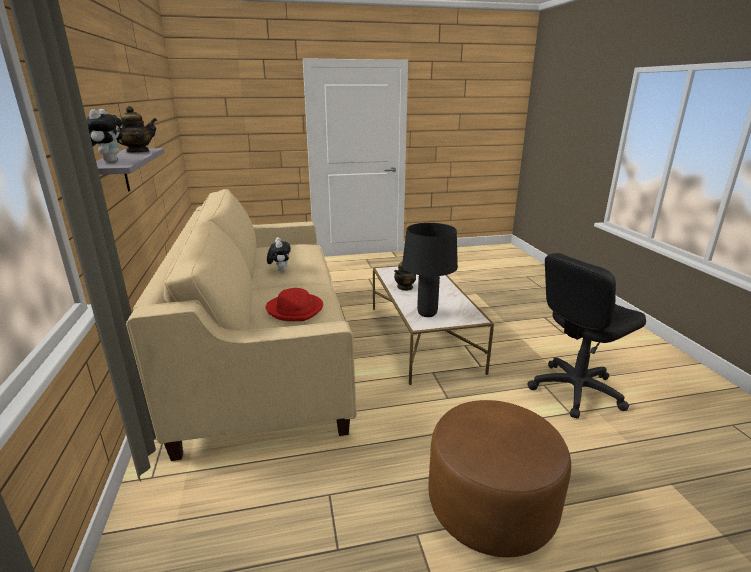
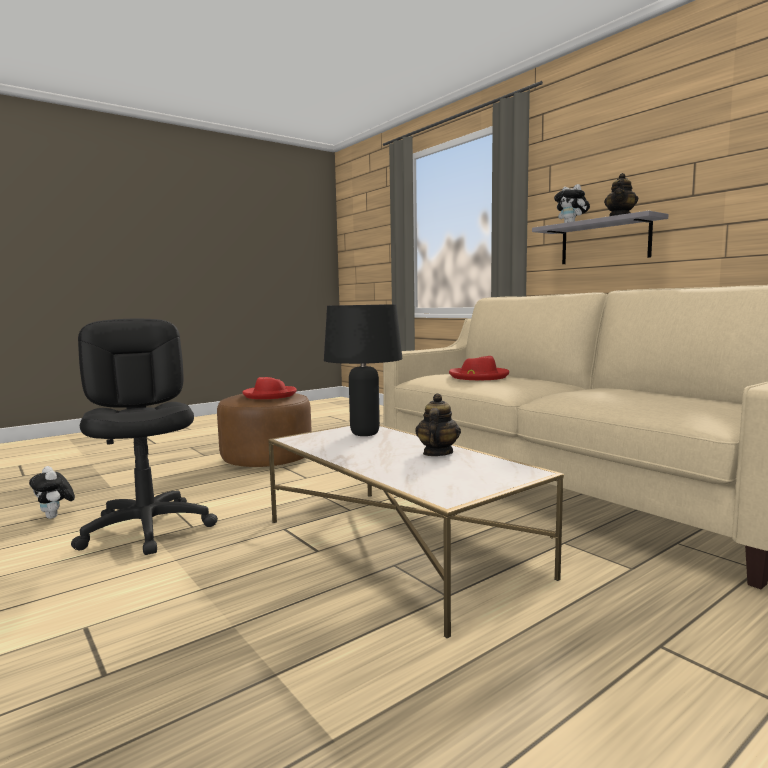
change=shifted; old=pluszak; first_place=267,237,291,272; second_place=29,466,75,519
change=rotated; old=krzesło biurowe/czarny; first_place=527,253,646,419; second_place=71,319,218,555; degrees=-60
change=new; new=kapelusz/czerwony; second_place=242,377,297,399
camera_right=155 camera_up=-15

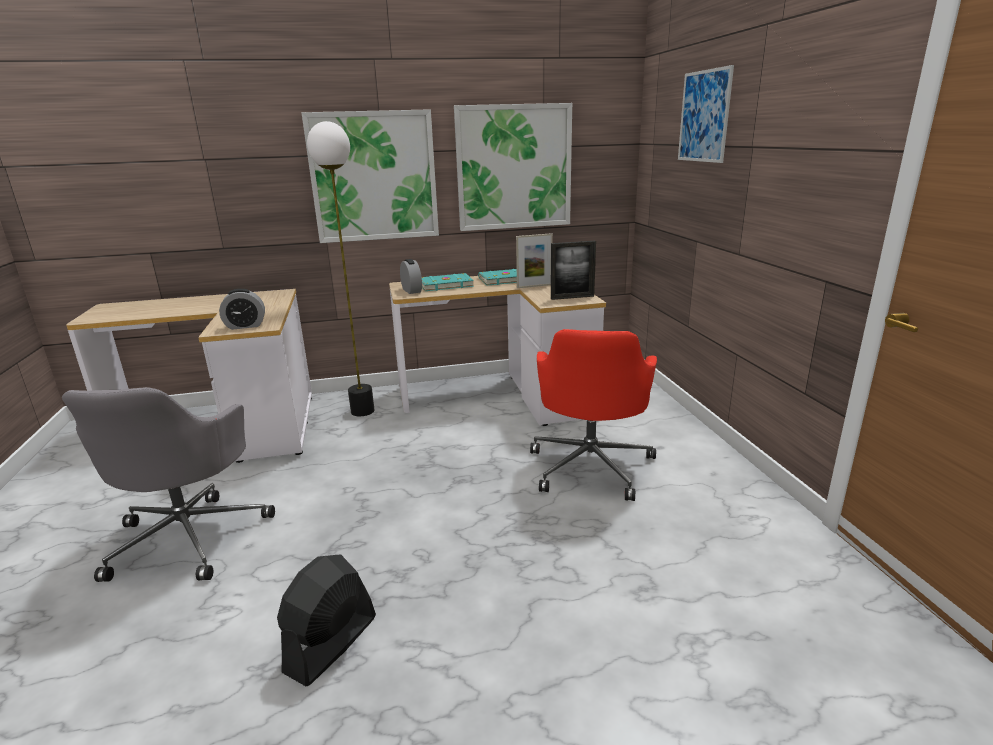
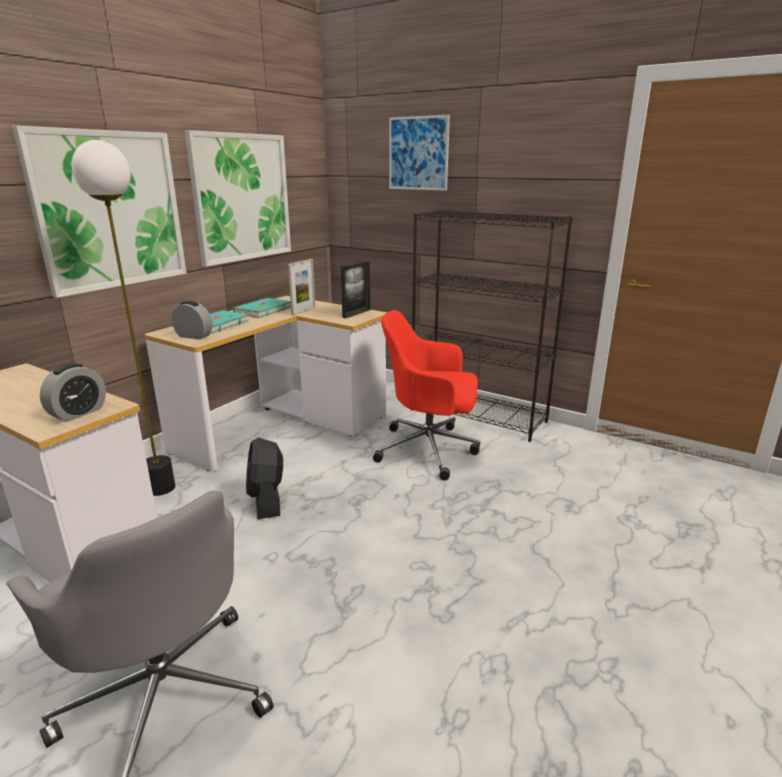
change=shifted; old=wentylator/czarny; first_place=277,554,376,686; second_place=246,438,283,519
change=rotated; old=krzesło biurowe/czerwony; first_place=530,329,657,501; second_place=373,310,480,481; degrees=135
change=new; new=regał/czarny; second_place=412,210,573,442
camera_right=-45 camera_up=0

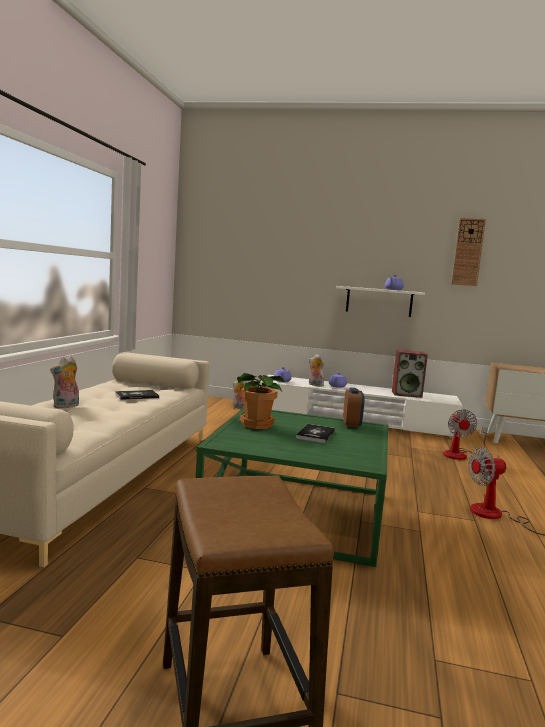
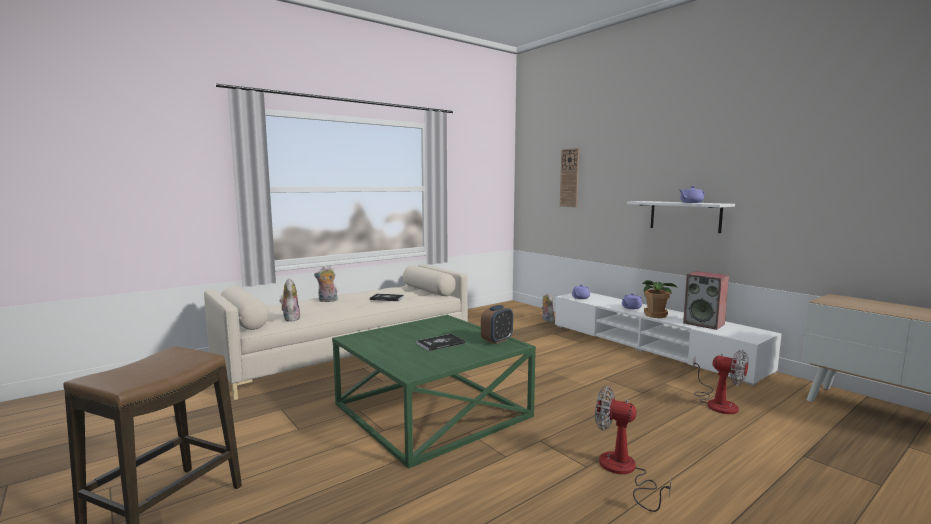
change=shifted; old=pluszak; first_place=308,354,324,387; second_place=279,278,300,321
change=shifted; old=zegar ścienny; first_place=451,218,486,286; second_place=560,148,579,207
change=shifted; old=roślina doniczkowa; first_place=237,373,285,429; second_place=643,280,678,318
change=rotated; old=wentylator; first_place=443,409,488,460; second_place=693,350,749,414; degrees=-90
camera_right=40 camera_up=0

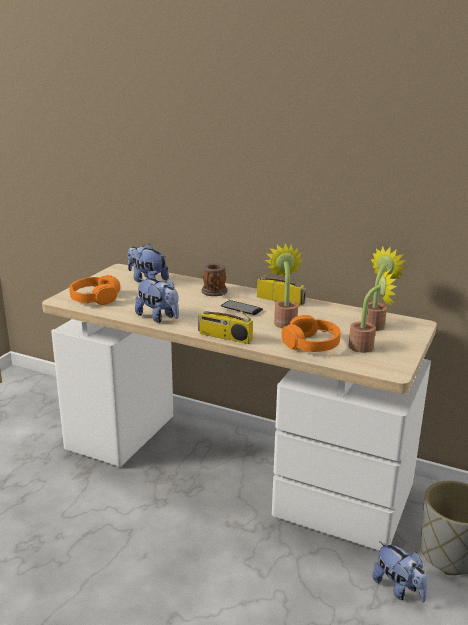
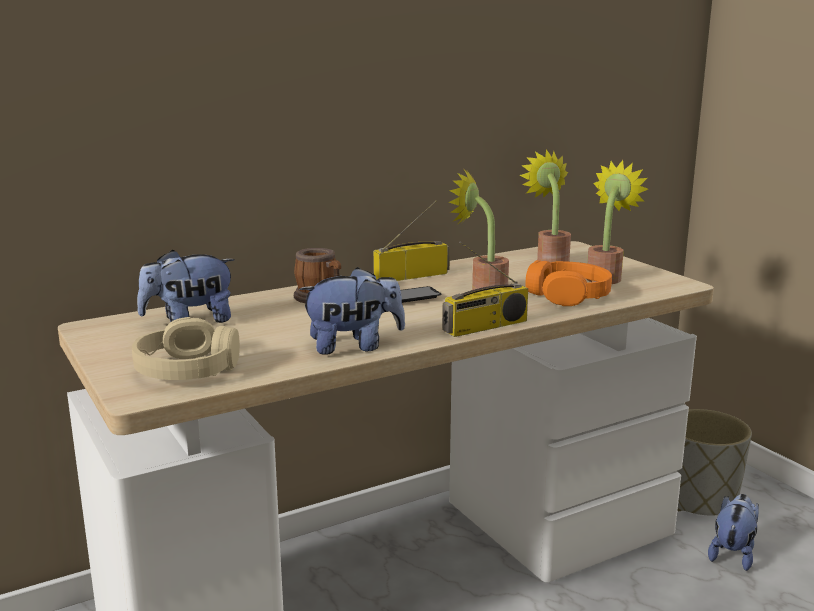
change=repainted; old=słuchawki/pomarańczowy; new=słuchawki/beżowy; first_place=69,275,120,305; second_place=132,317,240,380
change=rotated; old=pluszak; first_place=372,541,428,602; second_place=708,494,759,571; degrees=-60
camera_right=-55 camera_up=-5

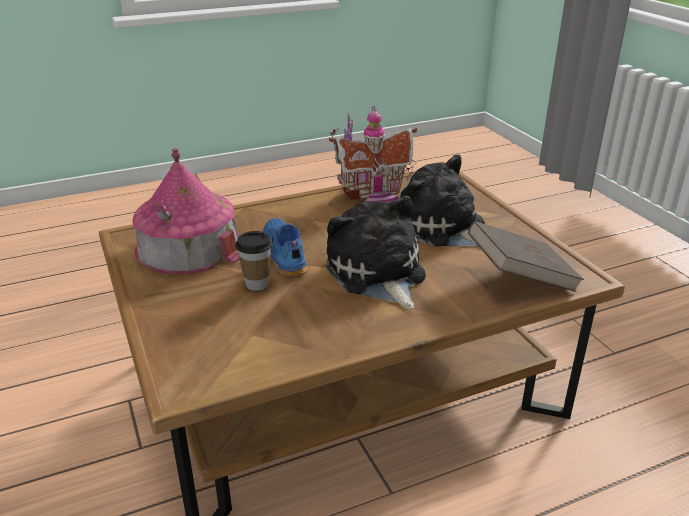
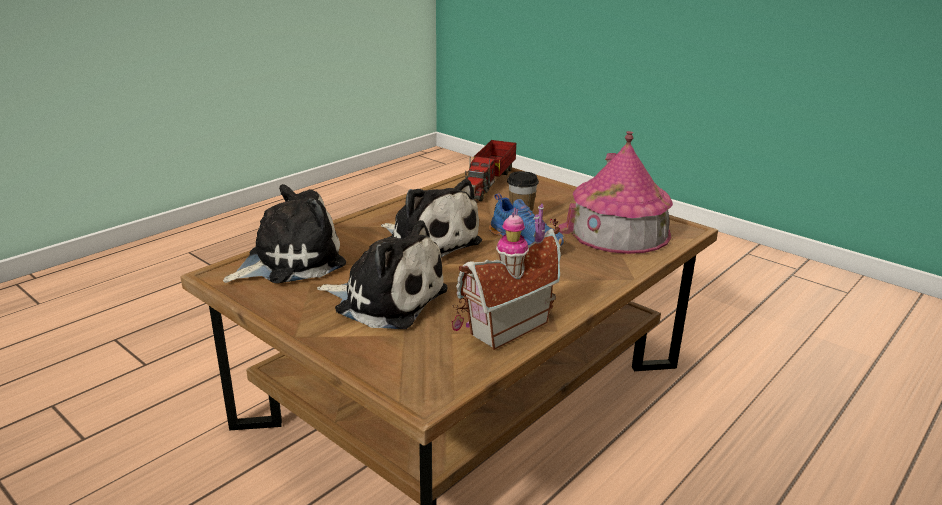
change=swapped; old=książka/brązowy; new=pluszak; first_place=468,221,584,292; second_place=223,184,346,283
change=new; new=ciężarówka zabawkowa; second_place=465,140,516,201
camera_right=155 camera_up=-5

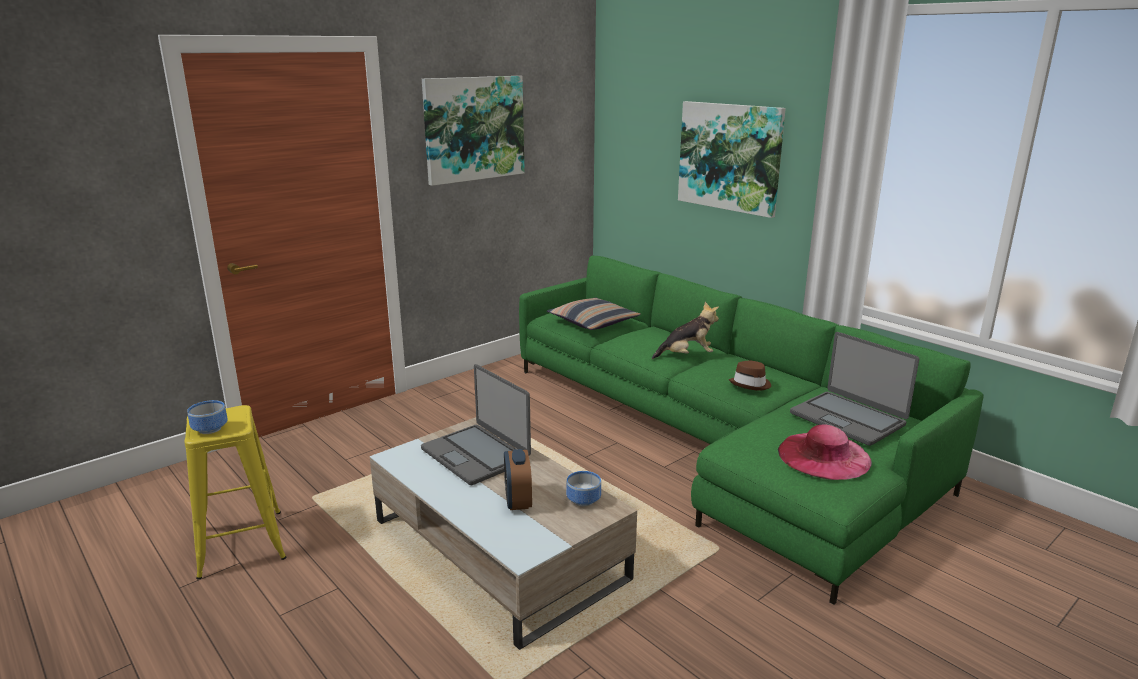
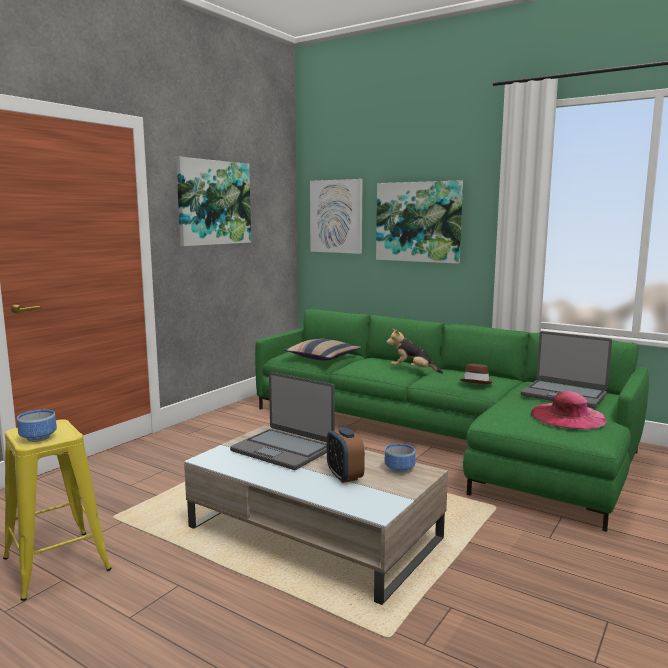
change=new; new=obraz; second_place=310,179,363,254
change=rotated; old=pluszak; first_place=652,302,719,359; second_place=387,328,443,374; degrees=-135
camera_right=-15 camera_up=-10

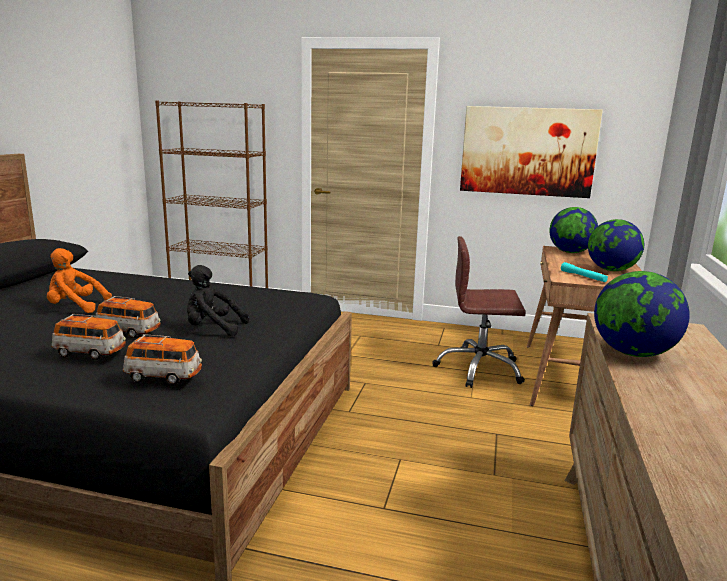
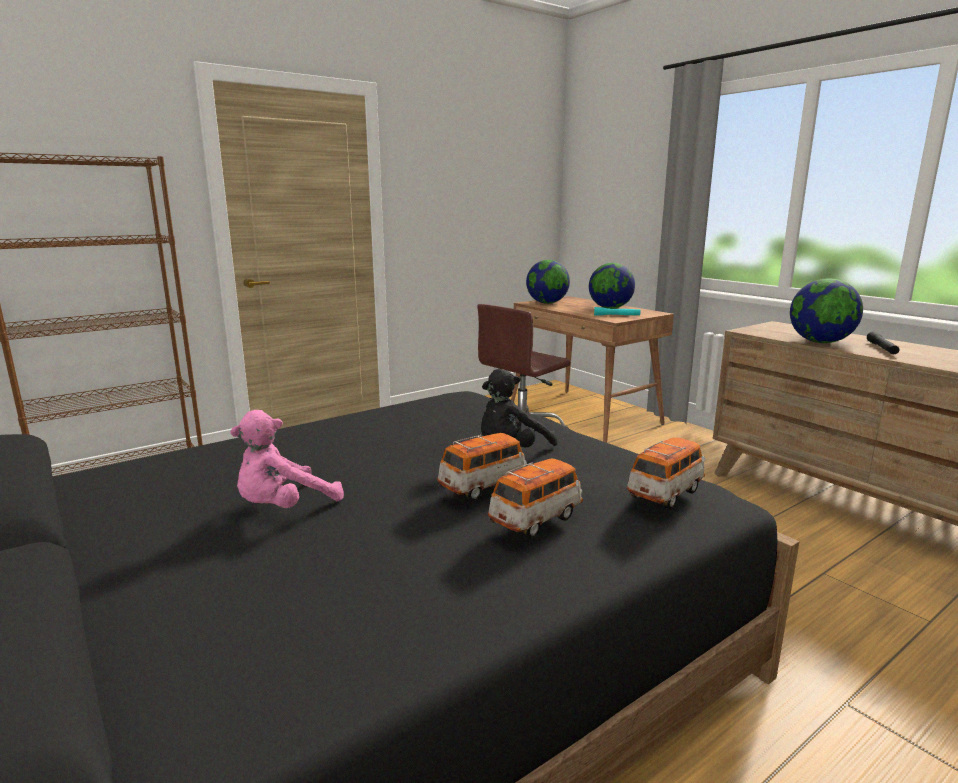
change=repainted; old=pluszak/pomarańczowy; new=pluszak/różowy; first_place=47,248,112,313; second_place=230,410,344,508
change=new; new=latarka/czarny; second_place=867,331,900,354
change=gone; old=obraz; first_place=460,106,603,198
camera_right=-50 camera_up=0

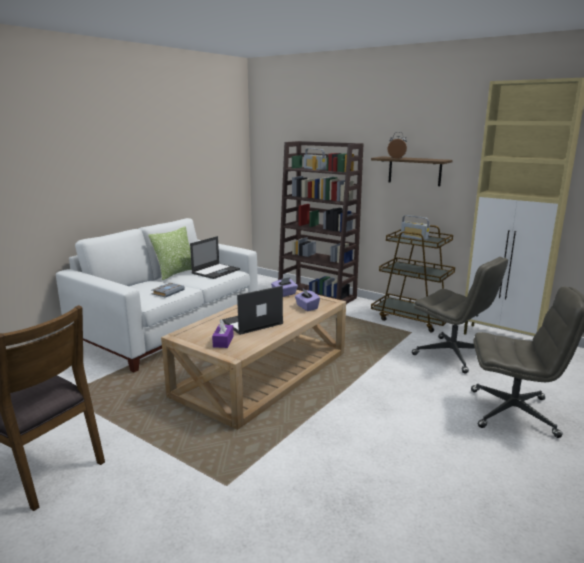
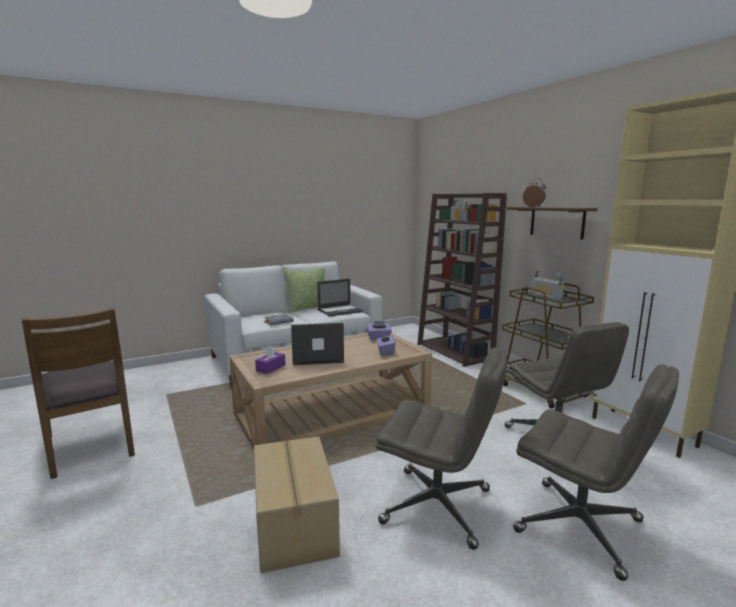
change=new; new=karton; second_place=254,436,340,573
change=new; new=krzesło biurowe/szary; second_place=376,348,507,550
camera_right=25 camera_up=-5

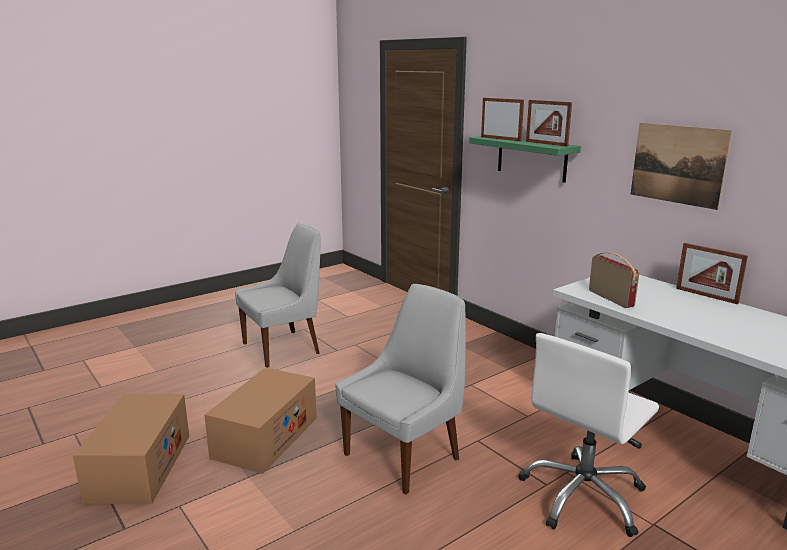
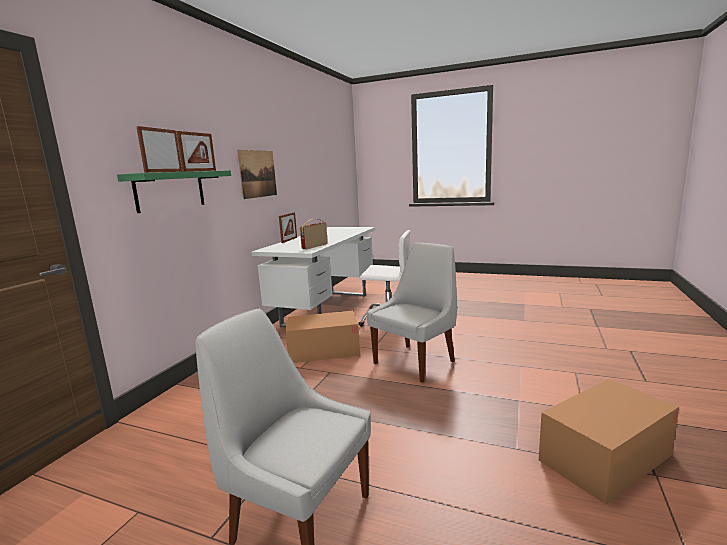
change=shifted; old=karton; first_place=204,368,317,474; second_place=286,311,360,363
change=rotated; old=krzesło/biały; first_place=335,284,466,495; second_place=366,242,457,383; degrees=120
camera_right=-120 camera_up=-5

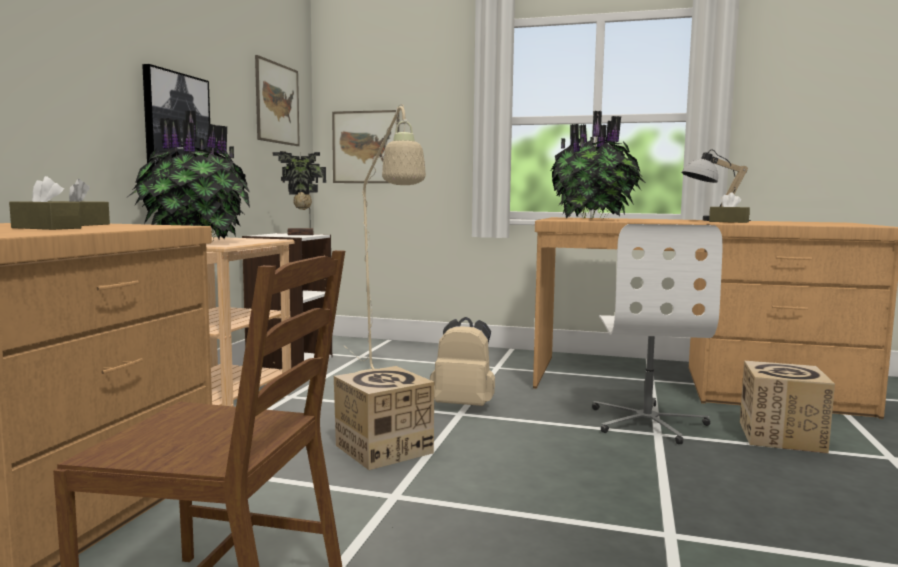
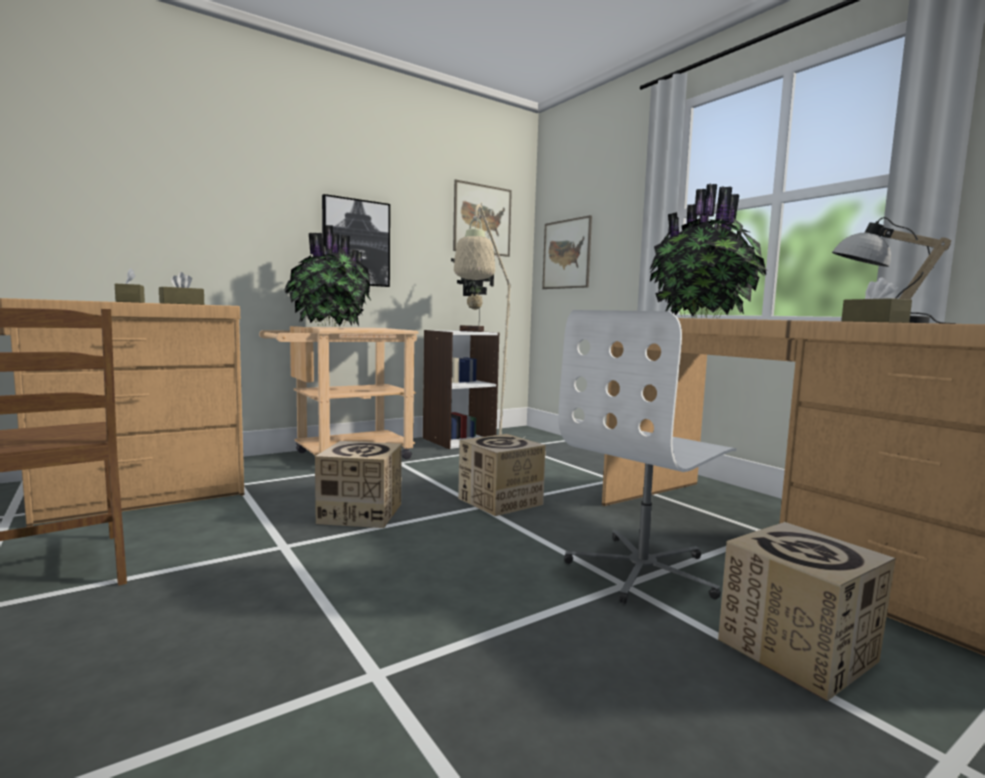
change=swapped; old=plecak/beżowy; new=karton; first_place=430,317,495,406; second_place=458,434,546,516
camera_right=40 camera_up=0

